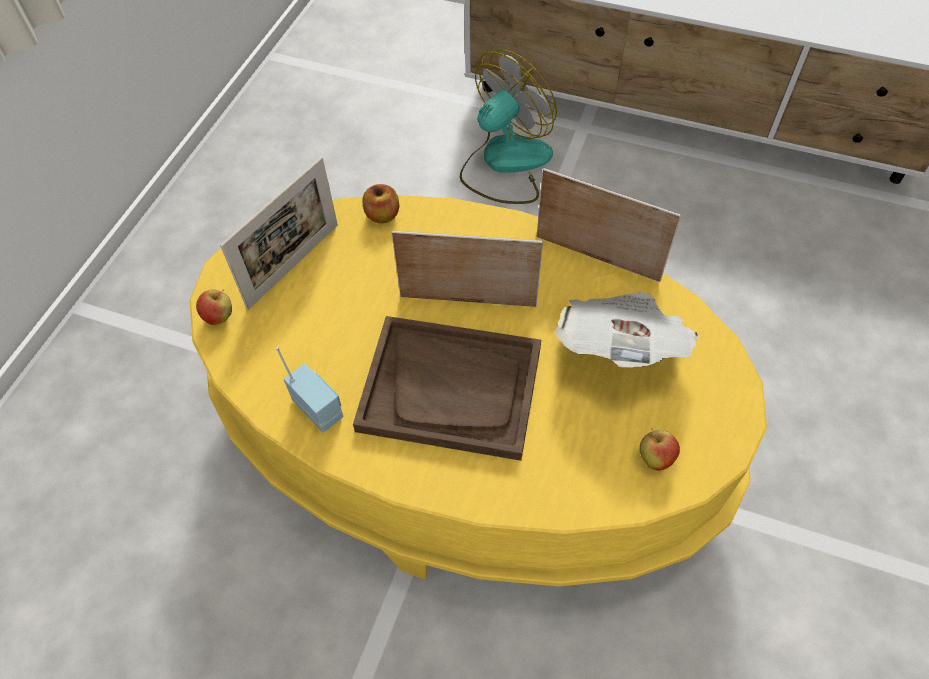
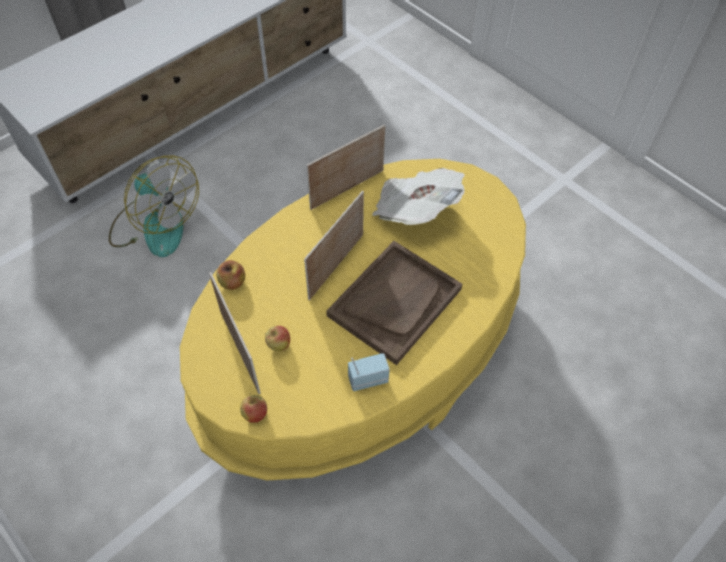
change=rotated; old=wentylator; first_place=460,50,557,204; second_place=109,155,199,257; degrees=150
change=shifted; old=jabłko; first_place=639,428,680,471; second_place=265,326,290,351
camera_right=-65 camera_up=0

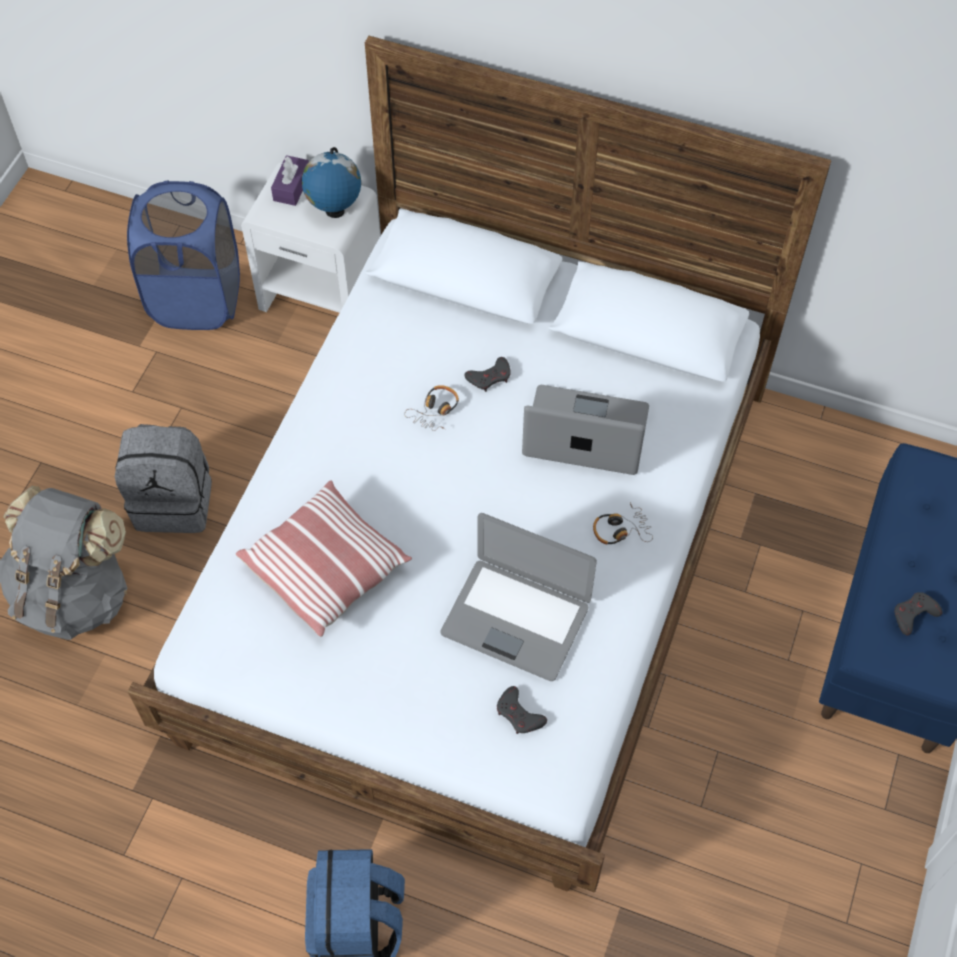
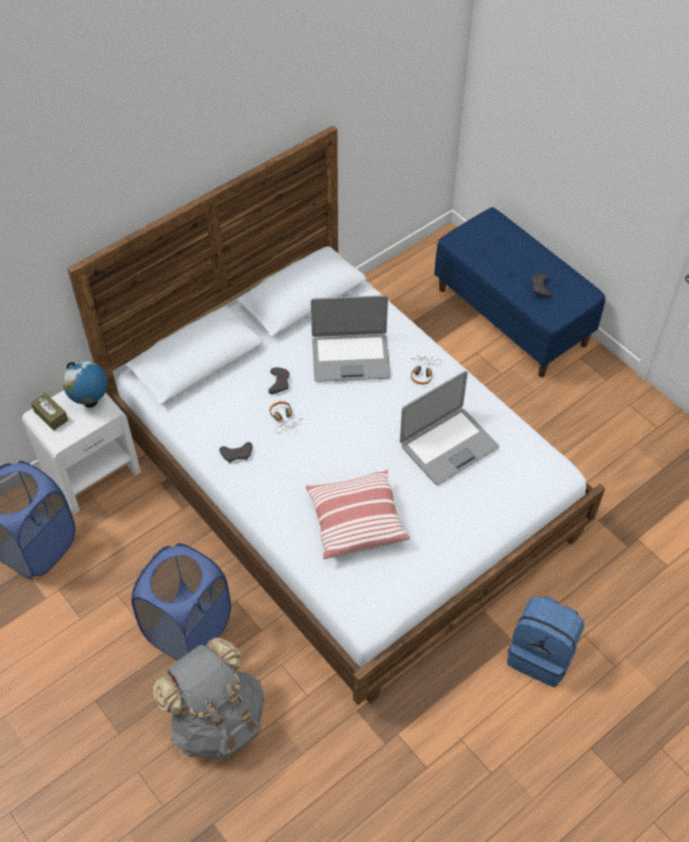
change=repainted; old=pudełko chusteczek/fioletowy; new=pudełko chusteczek/brązowy; first_place=271,155,309,206; second_place=31,393,68,431
change=swapped; old=plecak/szary; new=kosz na pranie/niebieski; first_place=115,424,212,533; second_place=131,543,231,661
change=shifted; old=pad do gier/szary; first_place=497,686,547,734; second_place=220,442,252,463
change=rotated; old=laptop; first_place=522,385,649,475; second_place=311,295,391,382; degrees=-135
camera_right=-60 camera_up=-5

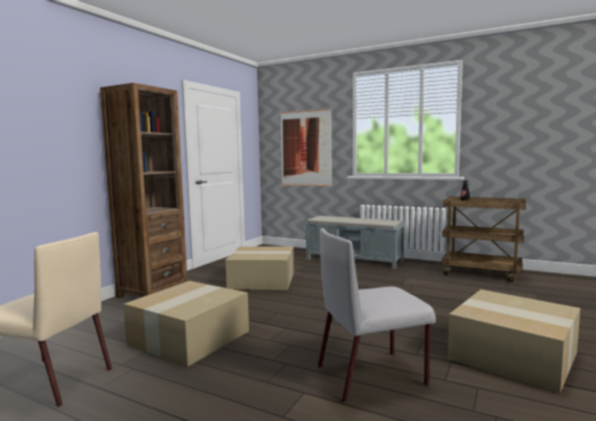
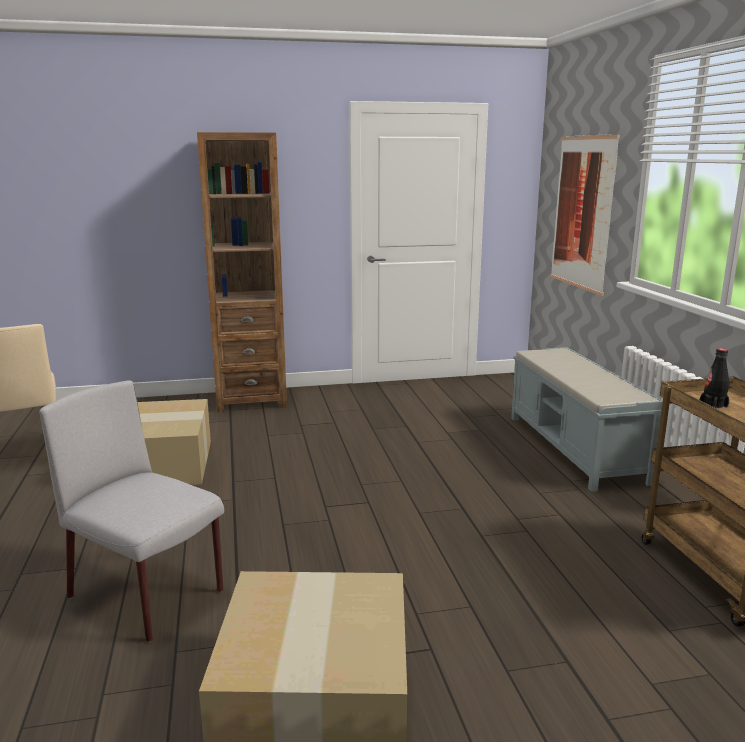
change=gone; old=karton; first_place=226,246,294,290
camera_right=50 camera_up=10

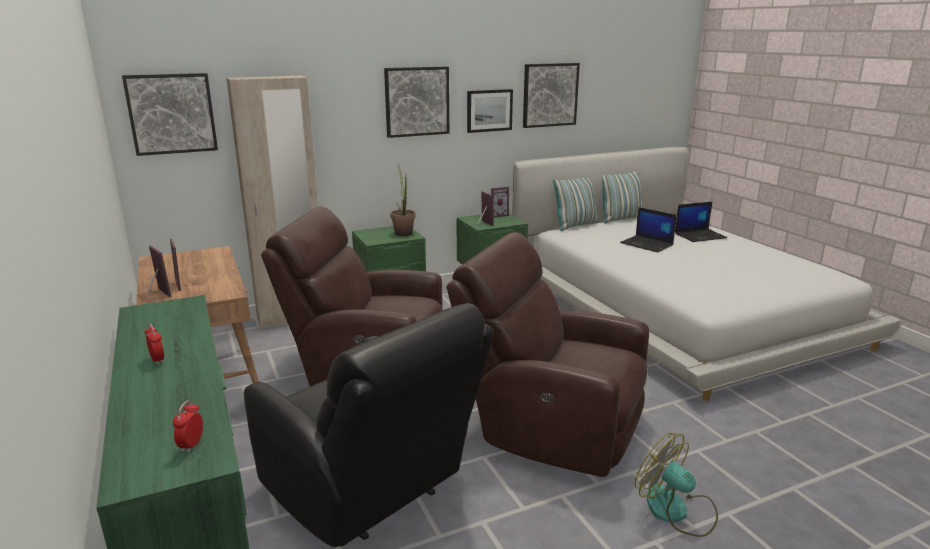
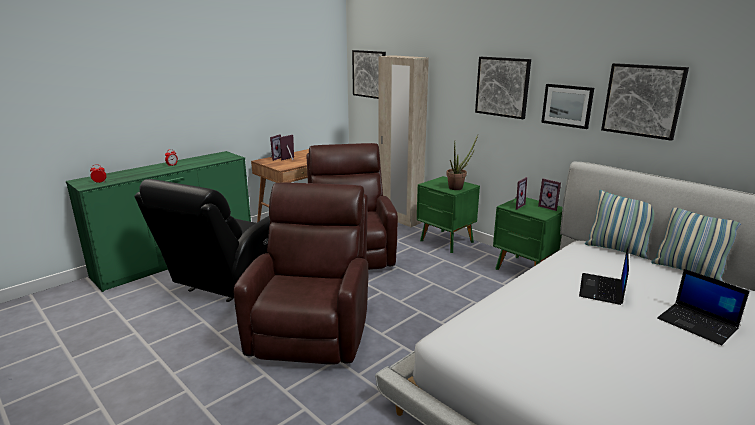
change=gone; old=wentylator; first_place=635,433,718,537
camera_right=70 camera_up=0

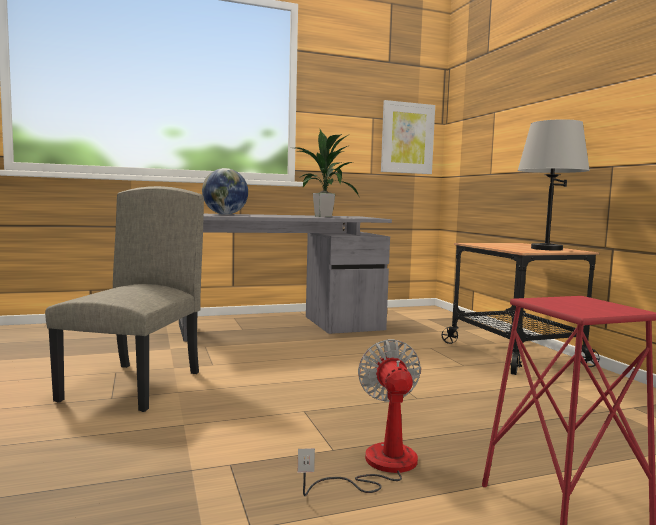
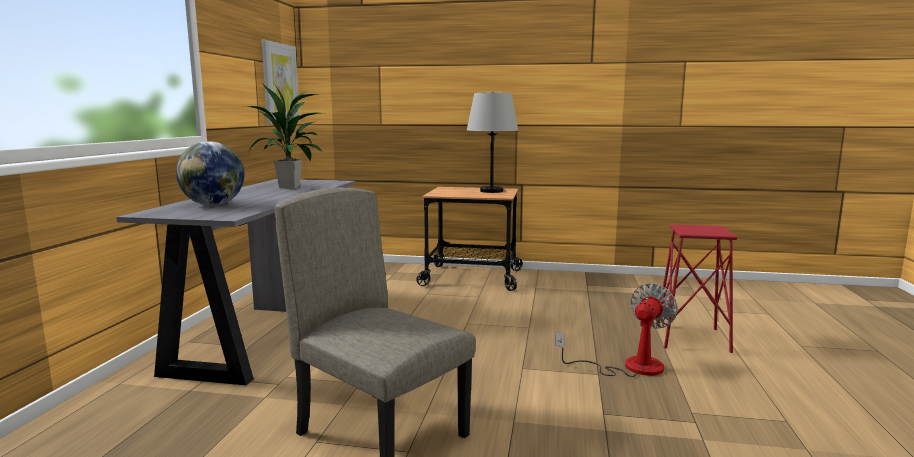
change=rotated; old=wentylator; first_place=298,339,421,496; second_place=555,283,678,377; degrees=105
camera_right=-60 camera_up=5

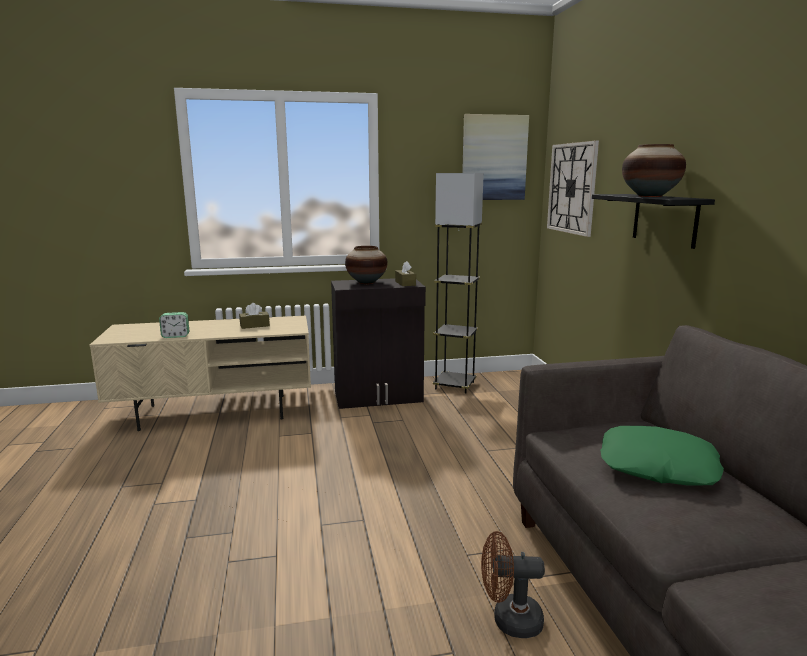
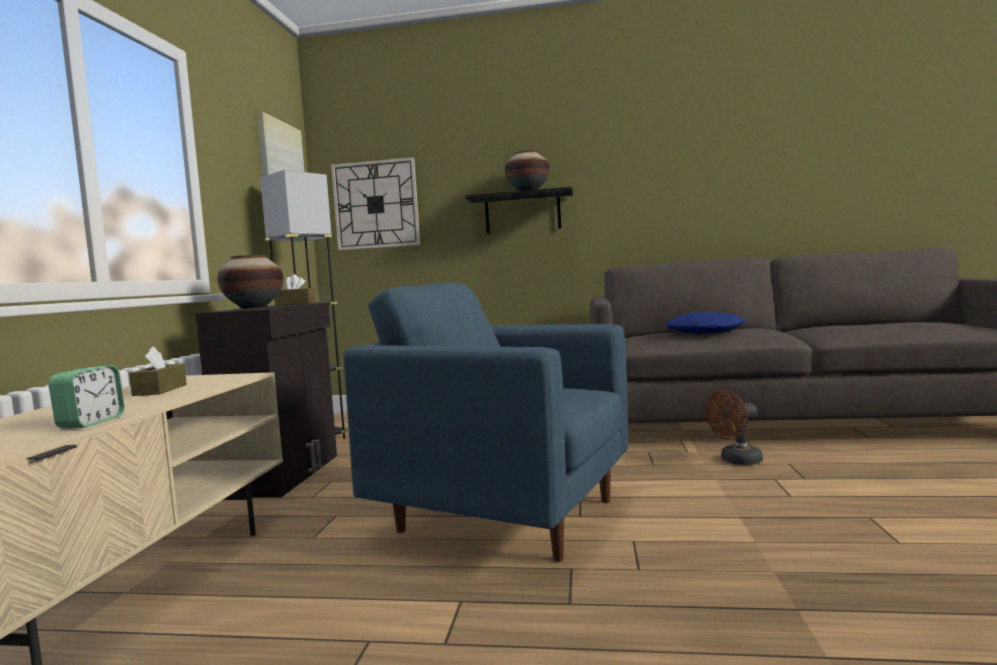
change=new; new=fotel/niebieski; second_place=343,283,628,562
change=repainted; old=poduszka/zielony; new=poduszka/niebieski; first_place=600,426,724,486; second_place=665,312,746,334
change=rotated; old=wentylator/brązowy; first_place=481,531,545,638; second_place=706,390,763,465; degrees=45
camera_right=-70 camera_up=-10

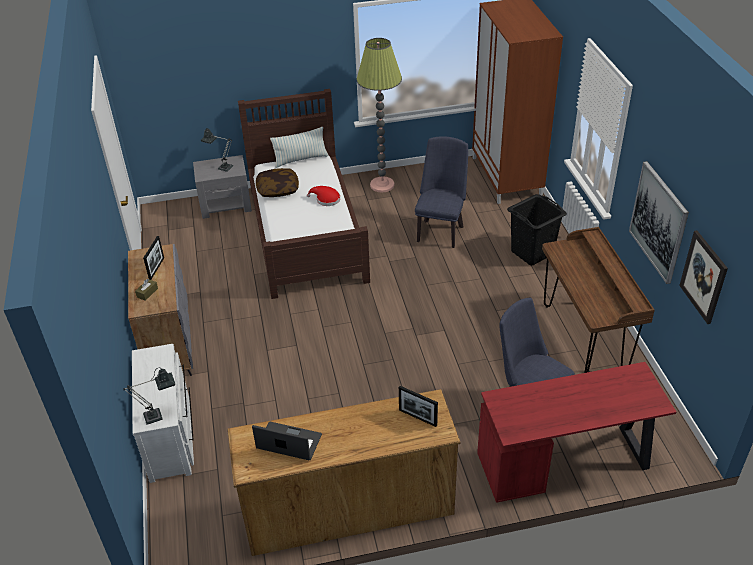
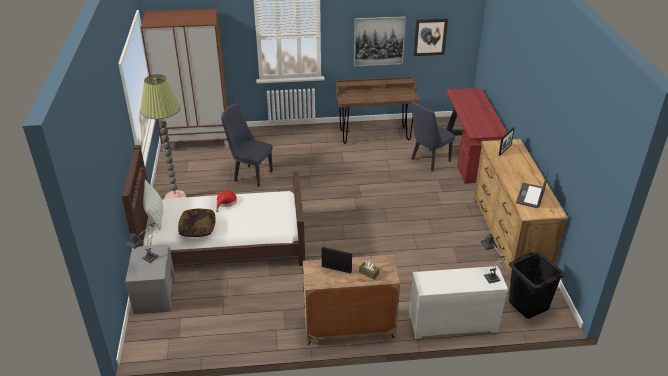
change=shifted; old=kosz na pranie/czarny; first_place=507,194,567,265; second_place=509,251,566,319
camera_right=-85 camera_up=-5

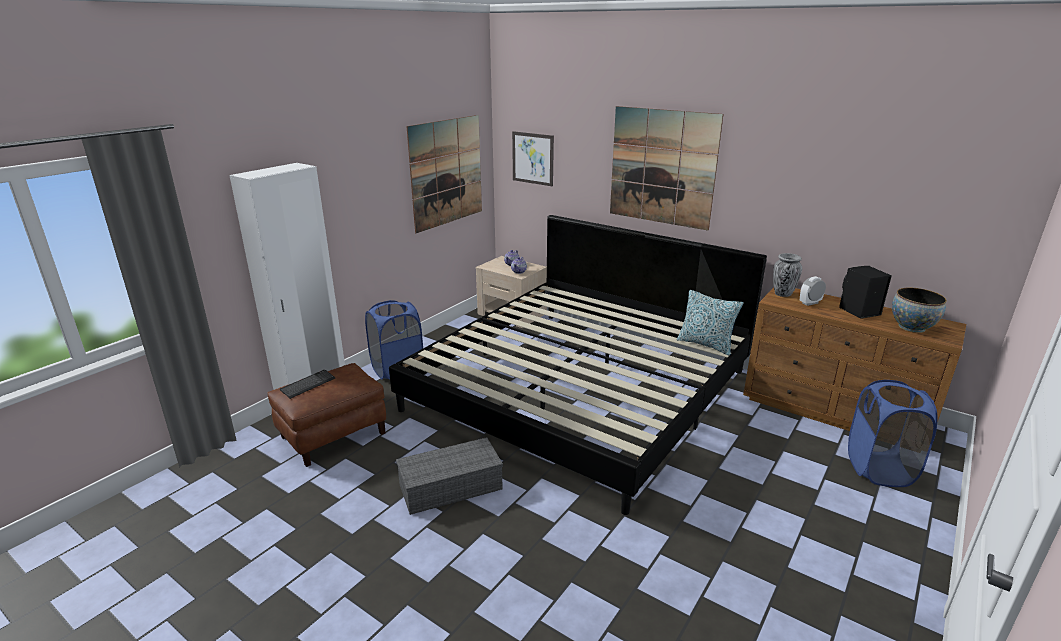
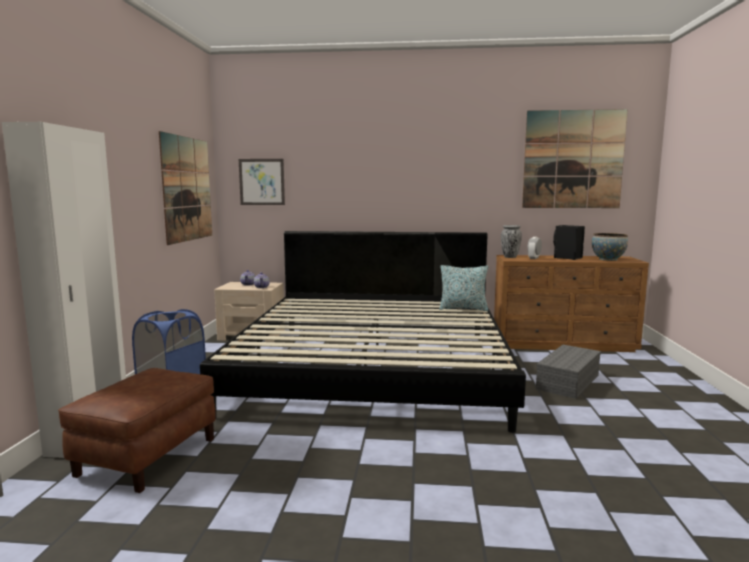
change=shifted; old=obraz; first_place=610,106,723,230; second_place=522,109,628,208
change=shifted; old=pojemnik do przechowywania/szary; first_place=396,437,503,515; second_place=536,345,601,399
change=gone; old=klawiatura; first_place=280,370,335,399
change=gone; old=kosz na pranie/niebieski; first_place=848,380,938,487
camera_right=-30 camera_up=-15

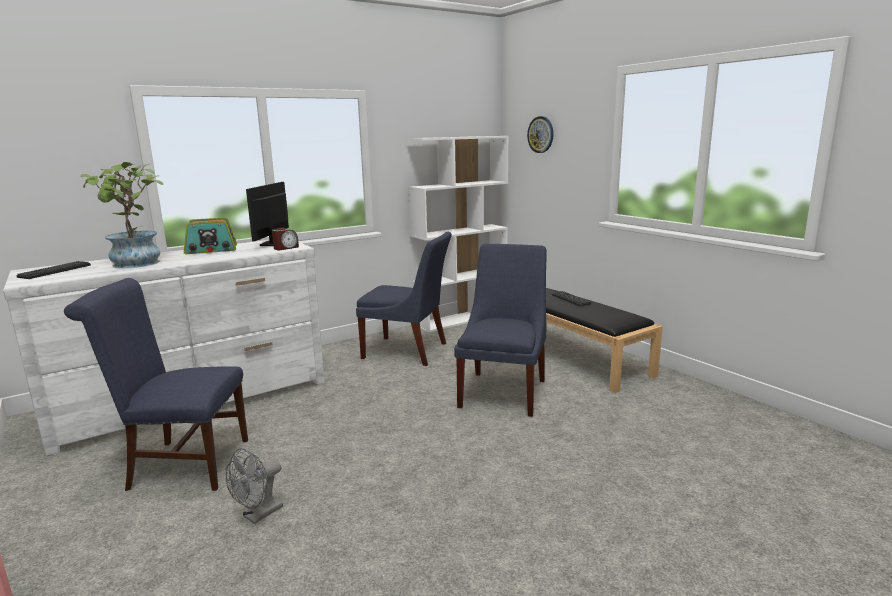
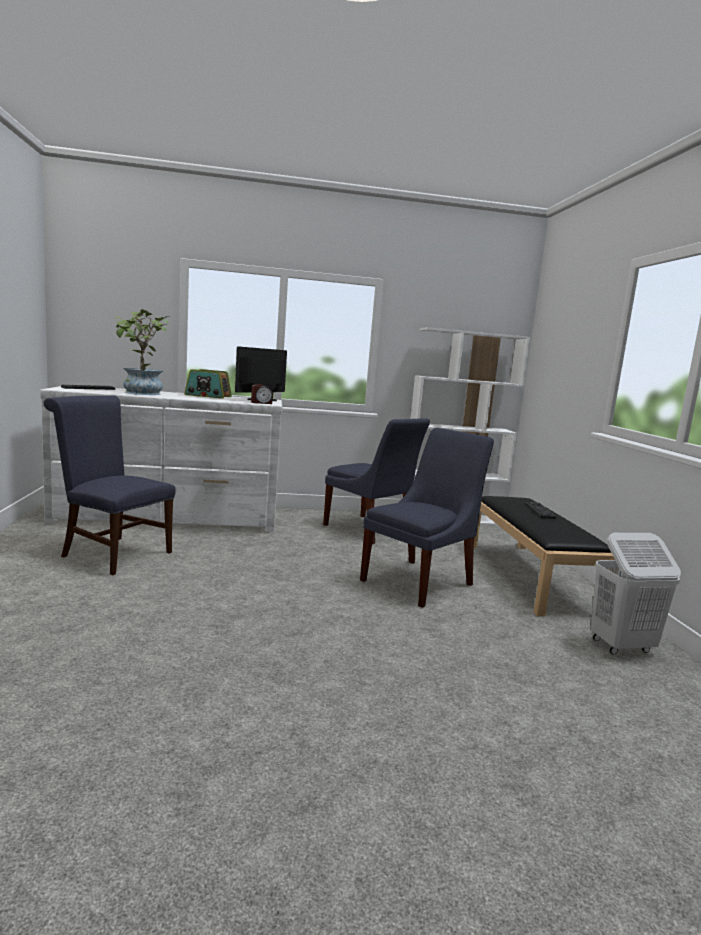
change=new; new=kosz na pranie/biały; second_place=591,533,681,655
change=gone; old=wentylator/szary; first_place=226,448,283,524
change=gone; old=zegar ścienny; first_place=527,116,554,153
camera_right=25 camera_up=-5

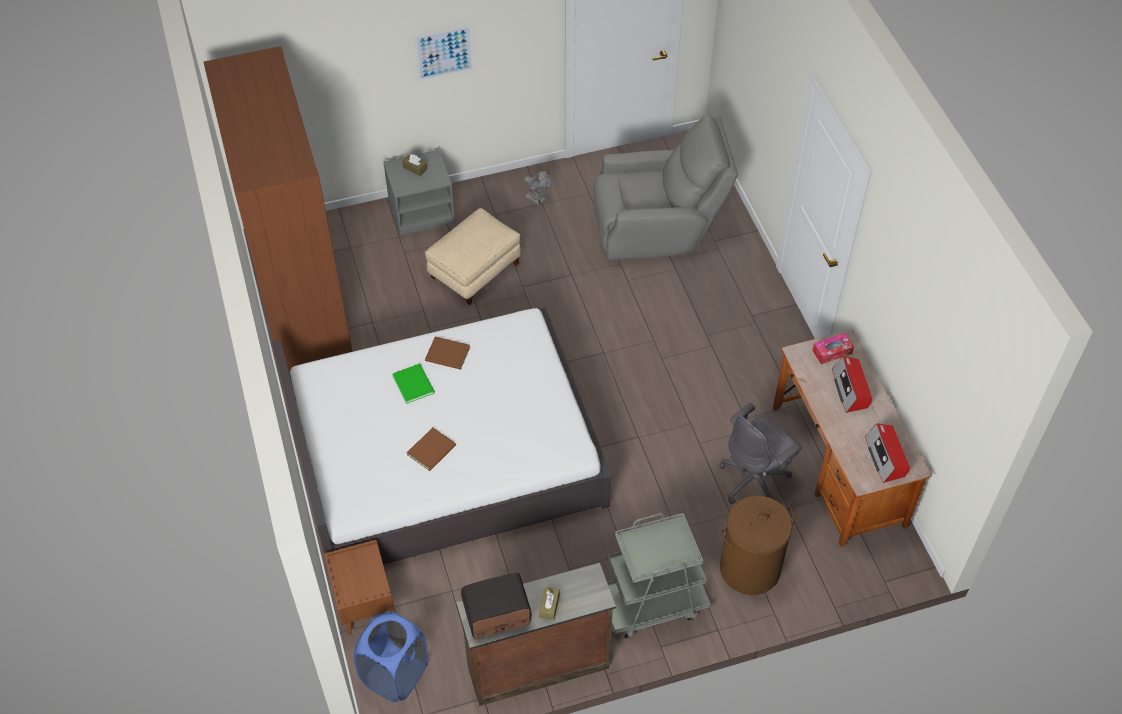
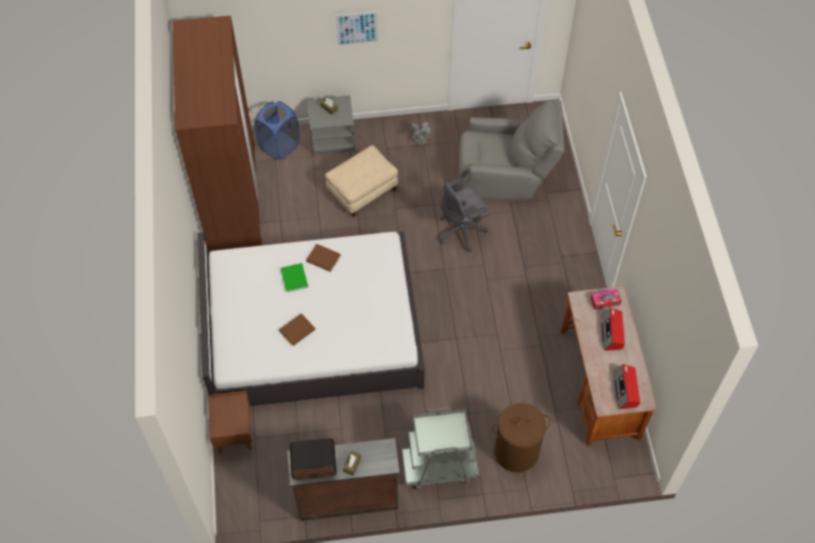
change=shifted; old=kosz na pranie/niebieski; first_place=354,611,428,703; second_place=255,101,300,160
change=shifted; old=krzesło biurowe/szary; first_place=719,403,802,504; second_place=440,176,490,252
camera_right=10 camera_up=5

